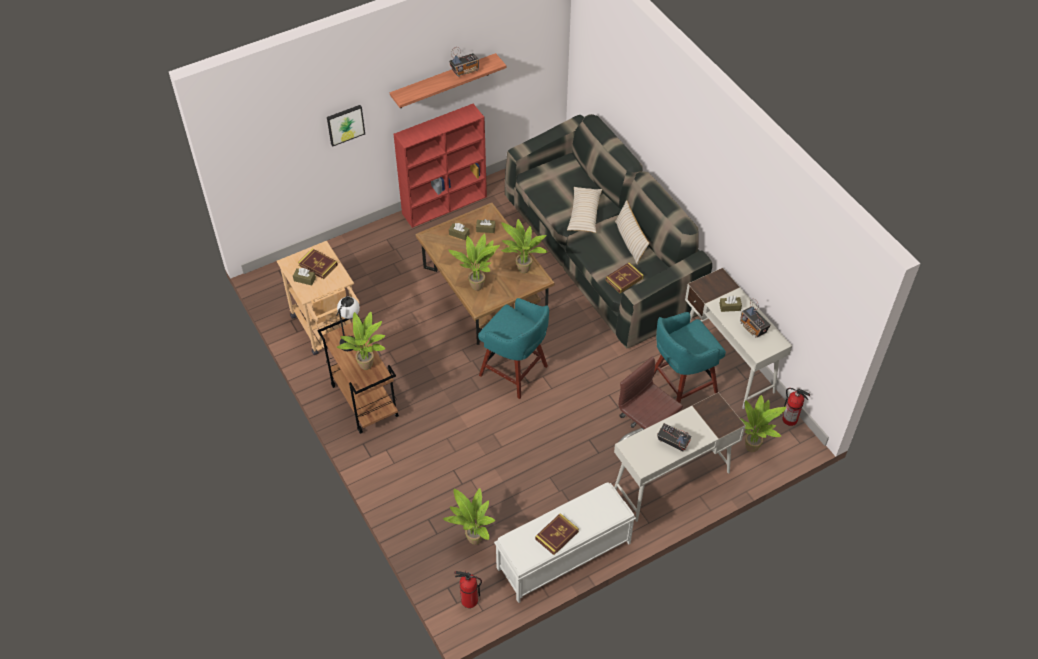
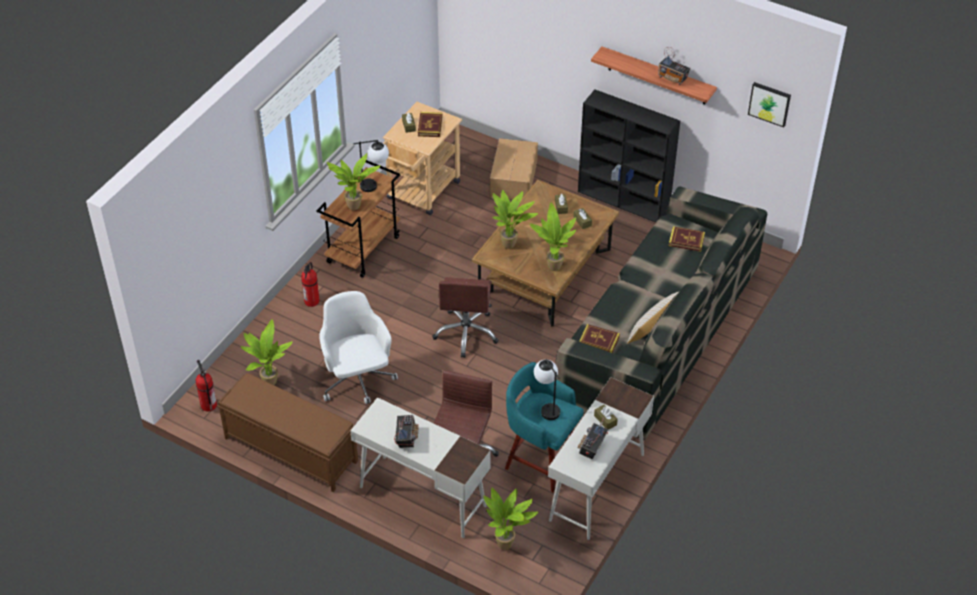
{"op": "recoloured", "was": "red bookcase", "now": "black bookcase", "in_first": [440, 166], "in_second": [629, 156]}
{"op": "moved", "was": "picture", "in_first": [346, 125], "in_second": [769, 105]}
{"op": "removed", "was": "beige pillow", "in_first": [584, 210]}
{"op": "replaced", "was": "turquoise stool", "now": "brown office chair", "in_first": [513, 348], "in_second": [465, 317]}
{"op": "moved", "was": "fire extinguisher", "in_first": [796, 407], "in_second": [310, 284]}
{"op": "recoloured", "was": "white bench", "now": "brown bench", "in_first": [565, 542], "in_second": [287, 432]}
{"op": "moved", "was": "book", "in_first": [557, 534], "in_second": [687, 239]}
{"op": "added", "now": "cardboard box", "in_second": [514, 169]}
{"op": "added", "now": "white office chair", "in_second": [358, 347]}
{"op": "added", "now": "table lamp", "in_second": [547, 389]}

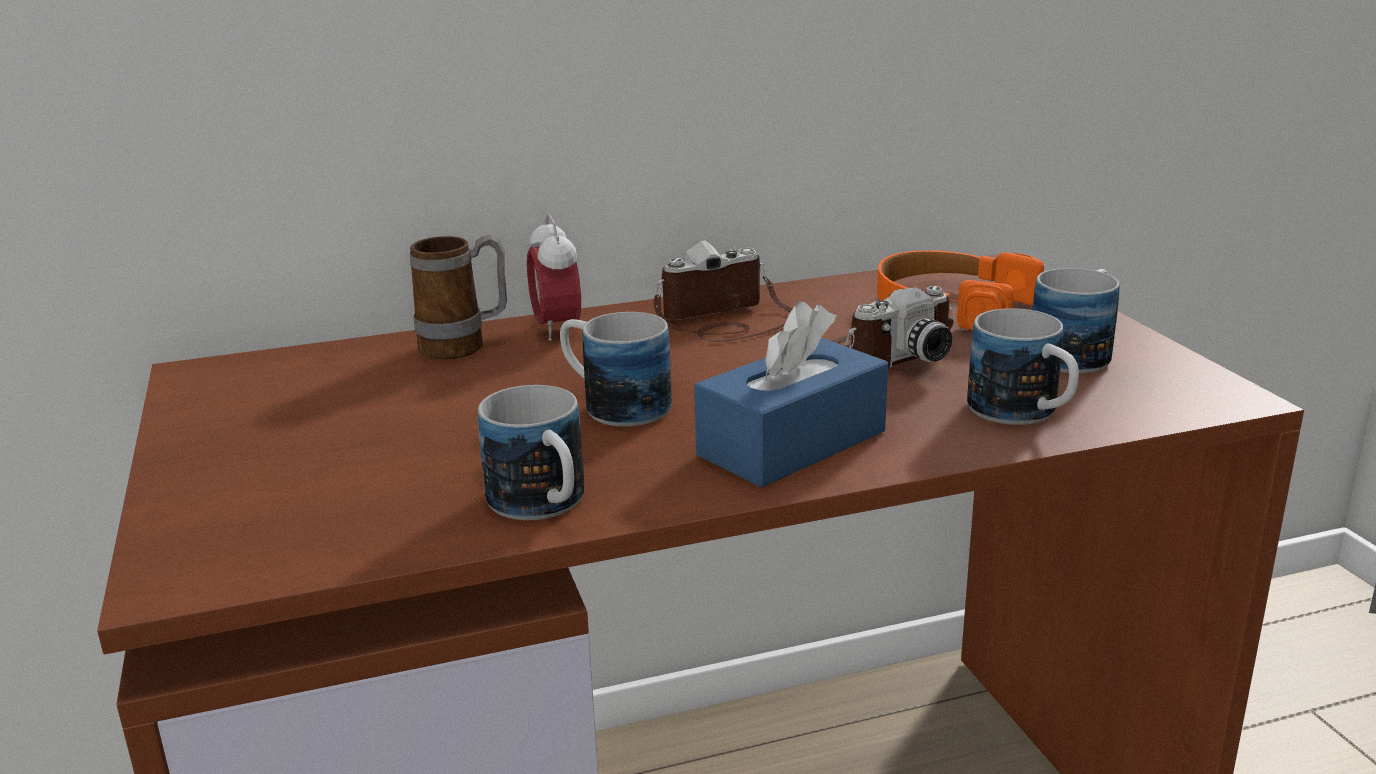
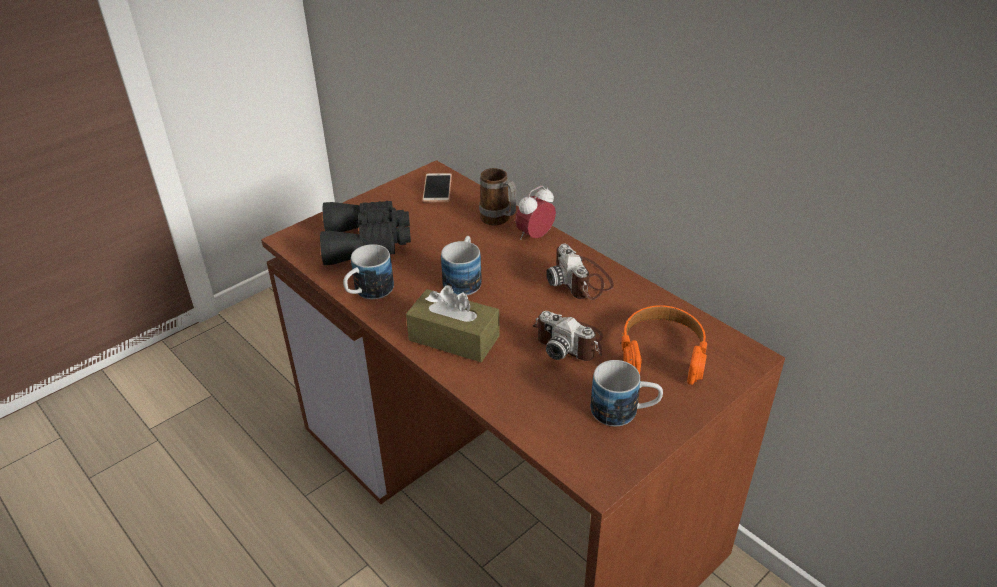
{"op": "turned", "was": "photo camera", "in_first": [722, 291], "in_second": [580, 272], "clockwise": -150}
{"op": "recoloured", "was": "blue tissue box", "now": "brown tissue box", "in_first": [791, 394], "in_second": [453, 323]}
{"op": "removed", "was": "mug", "in_first": [1023, 366]}
{"op": "added", "now": "phone", "in_second": [437, 187]}
{"op": "added", "now": "black binoculars", "in_second": [365, 233]}

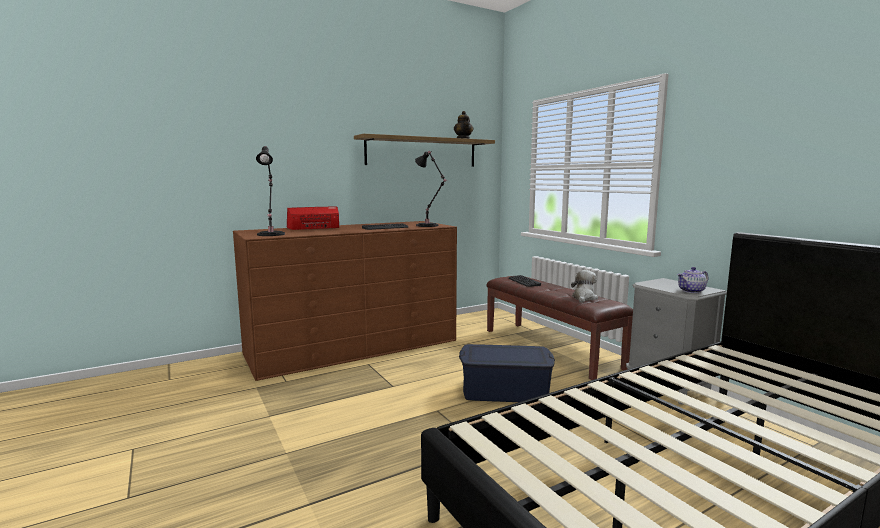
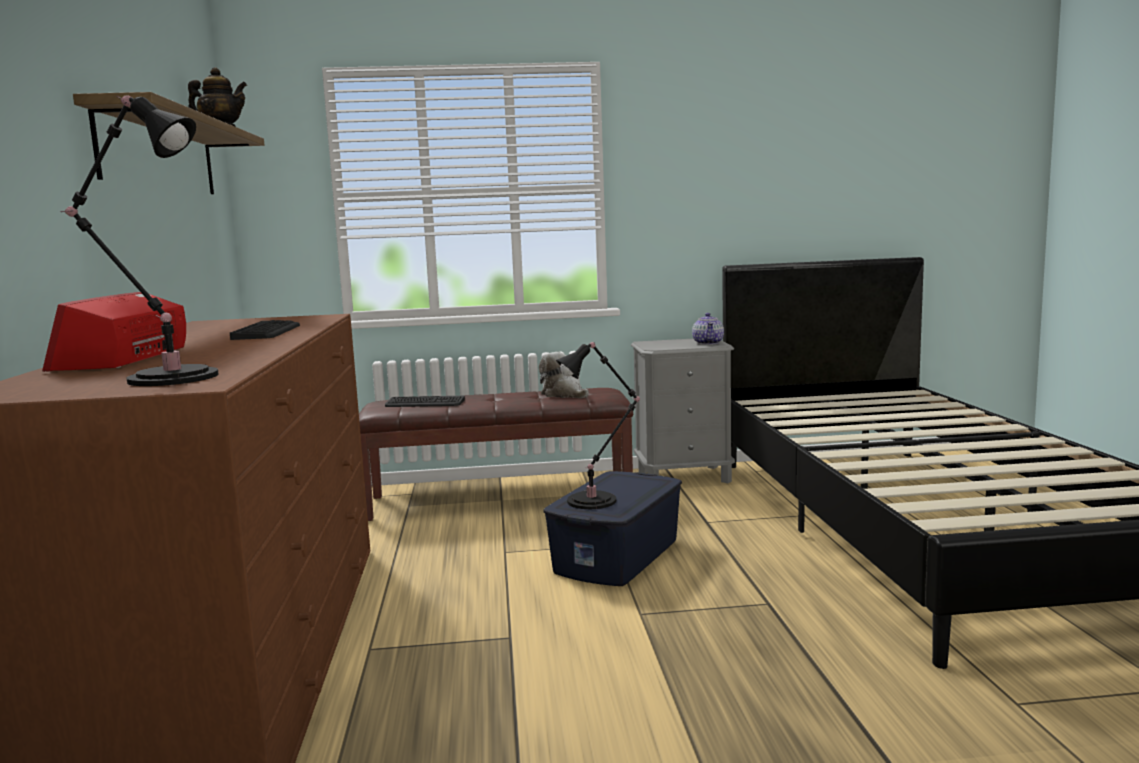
{"op": "moved", "was": "black table lamp", "in_first": [431, 189], "in_second": [598, 425]}

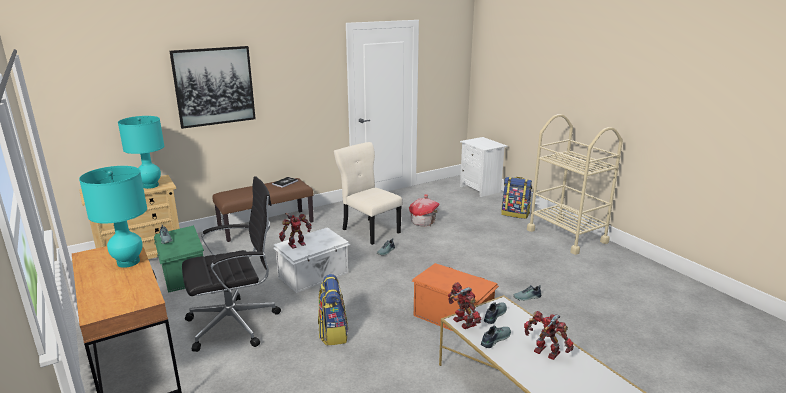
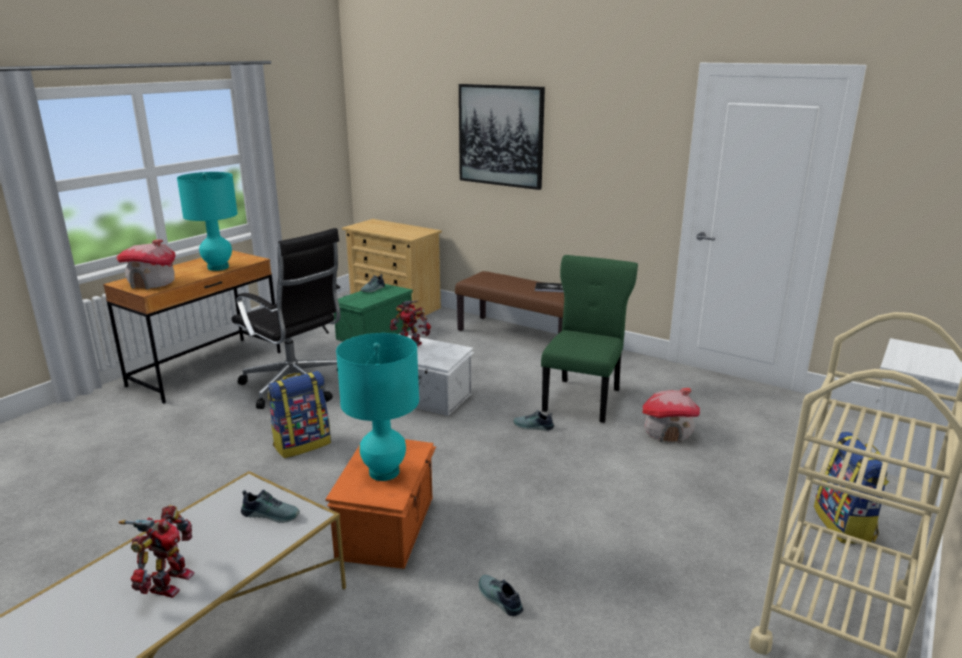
{"op": "moved", "was": "turquoise table lamp", "in_first": [141, 152], "in_second": [377, 407]}
{"op": "recoloured", "was": "beige chair", "now": "green chair", "in_first": [368, 193], "in_second": [589, 339]}
{"op": "removed", "was": "toy robot", "in_first": [465, 305]}
{"op": "removed", "was": "shoe", "in_first": [496, 336]}
{"op": "added", "now": "toy house", "in_second": [146, 265]}

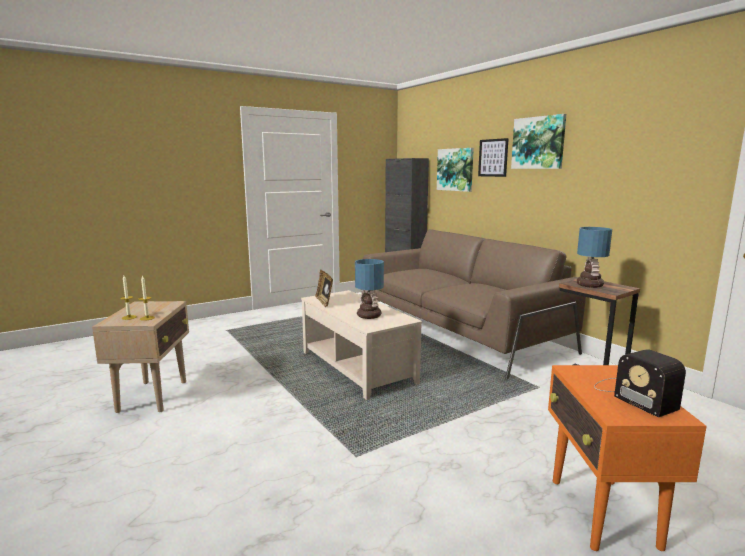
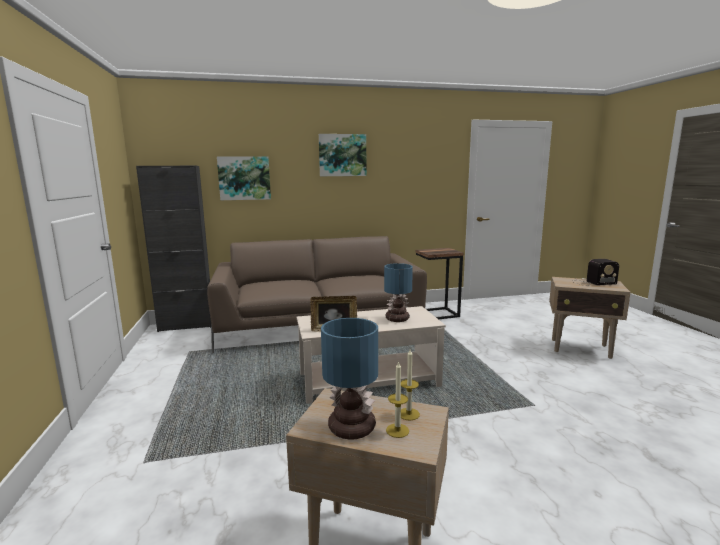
{"op": "removed", "was": "picture", "in_first": [493, 157]}
{"op": "moved", "was": "table lamp", "in_first": [594, 257], "in_second": [349, 379]}
{"op": "recoloured", "was": "orange side table", "now": "beige side table", "in_first": [627, 458], "in_second": [590, 318]}

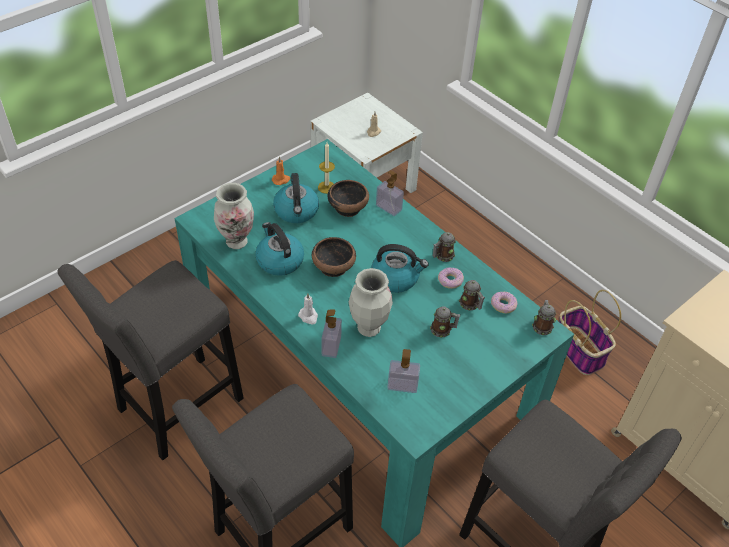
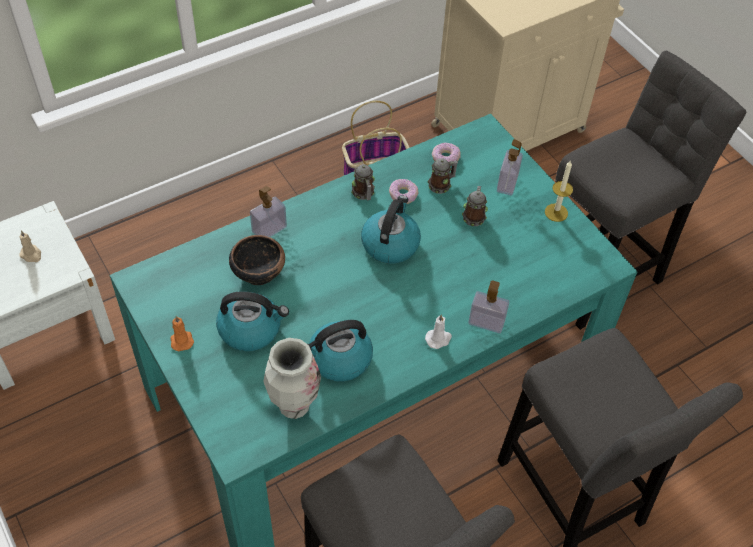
{"op": "moved", "was": "candle", "in_first": [326, 168], "in_second": [559, 191]}
{"op": "removed", "was": "bowl", "in_first": [334, 257]}
{"op": "removed", "was": "vase", "in_first": [371, 302]}
{"op": "removed", "was": "mug", "in_first": [544, 317]}
{"op": "moved", "was": "soap dispenser", "in_first": [403, 371], "in_second": [510, 167]}

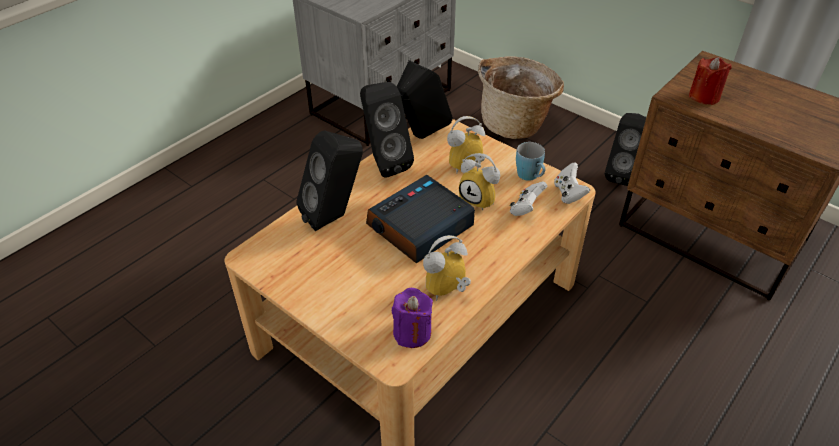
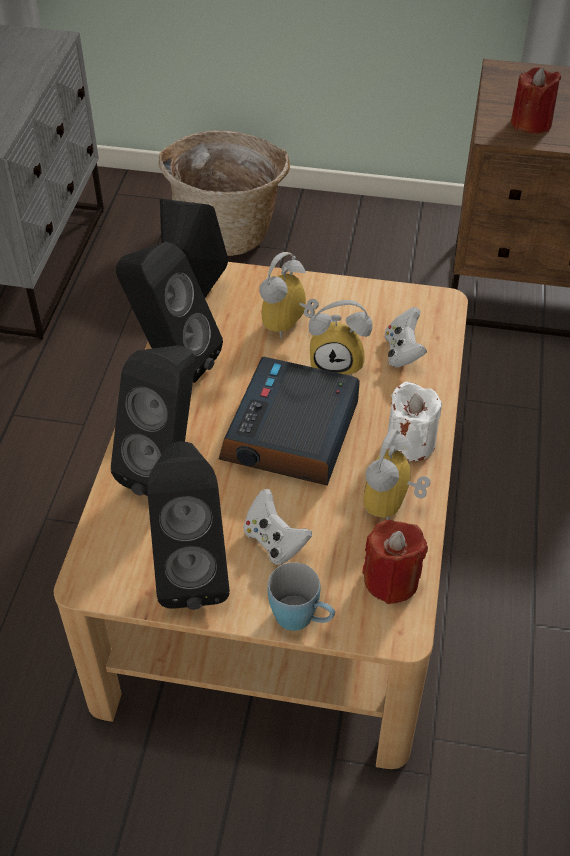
{"op": "moved", "was": "black speaker", "in_first": [625, 149], "in_second": [188, 525]}
{"op": "moved", "was": "blue mug", "in_first": [530, 161], "in_second": [301, 596]}
{"op": "moved", "was": "white game controller", "in_first": [572, 183], "in_second": [277, 527]}
{"op": "recoloured", "was": "purple candle", "now": "red candle", "in_first": [412, 318], "in_second": [395, 562]}
{"op": "added", "now": "white candle", "in_second": [414, 421]}

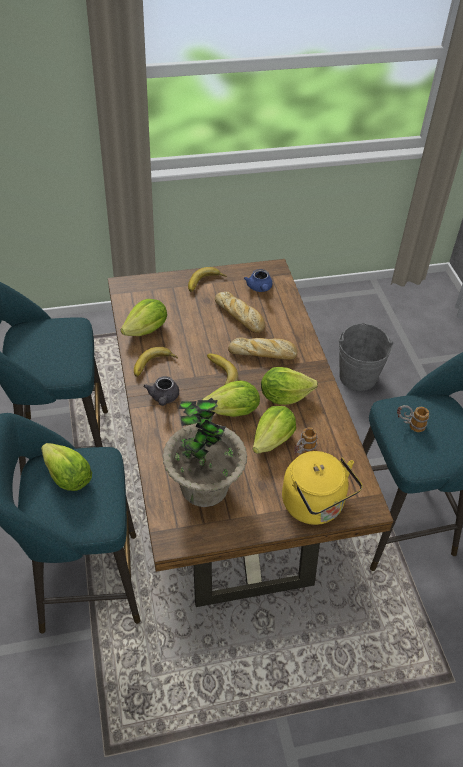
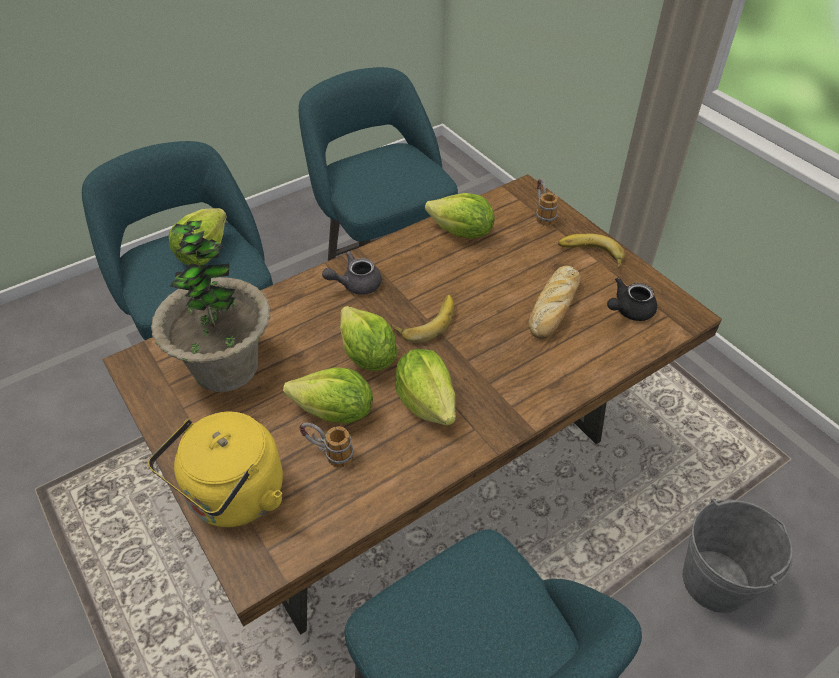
{"op": "recoloured", "was": "blue teapot", "now": "black teapot", "in_first": [258, 280], "in_second": [632, 299]}
{"op": "removed", "was": "bread", "in_first": [262, 349]}
{"op": "removed", "was": "banana", "in_first": [156, 362]}
{"op": "moved", "was": "mug", "in_first": [413, 418], "in_second": [547, 202]}

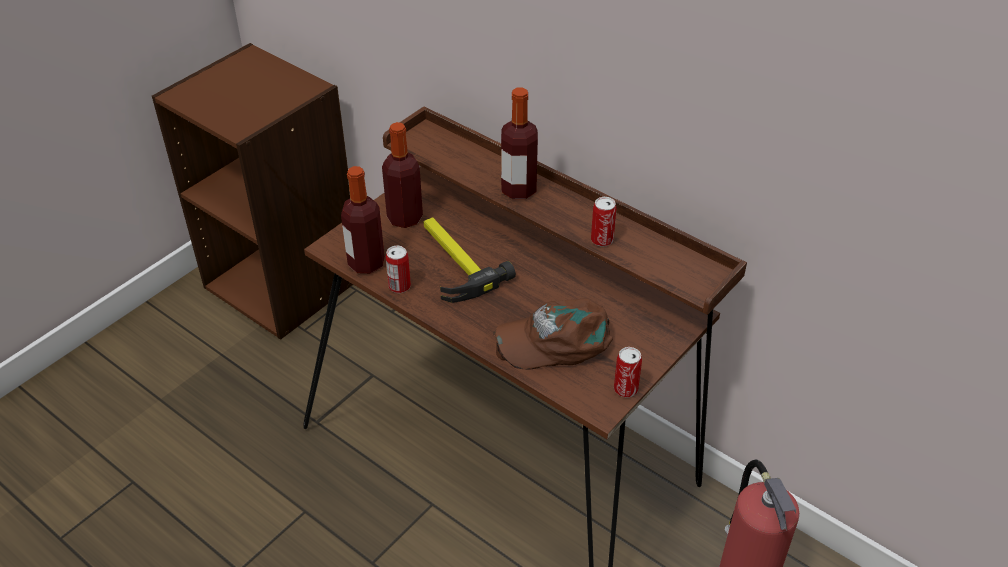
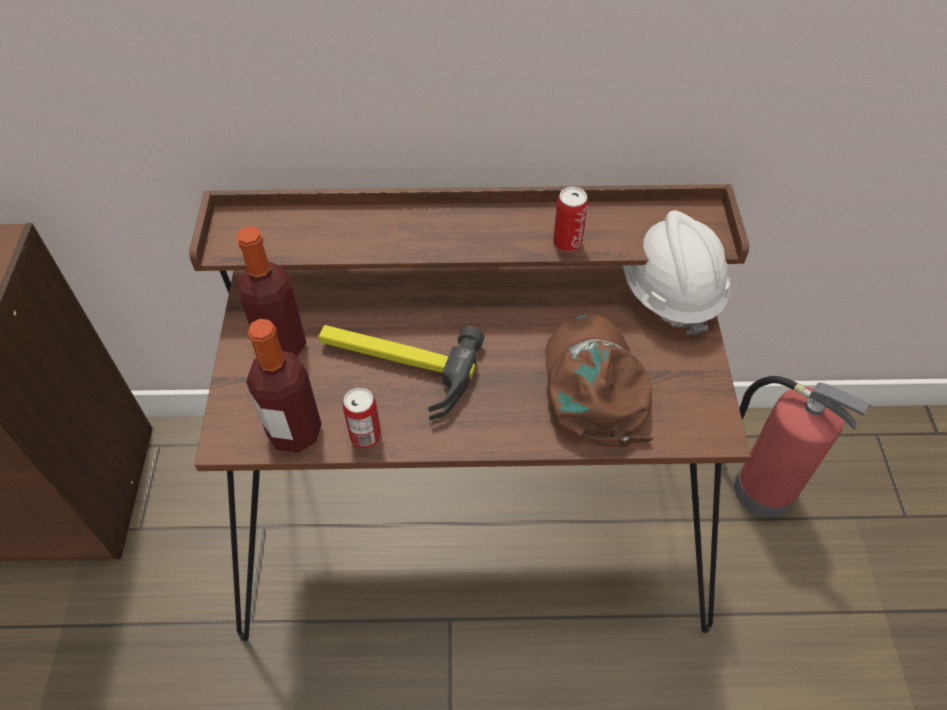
{"op": "removed", "was": "bottle", "in_first": [519, 143]}
{"op": "turned", "was": "brown cap", "in_first": [553, 334], "in_second": [599, 380], "clockwise": 135}
{"op": "removed", "was": "can", "in_first": [628, 372]}
{"op": "added", "now": "white hard hat", "in_second": [676, 272]}

